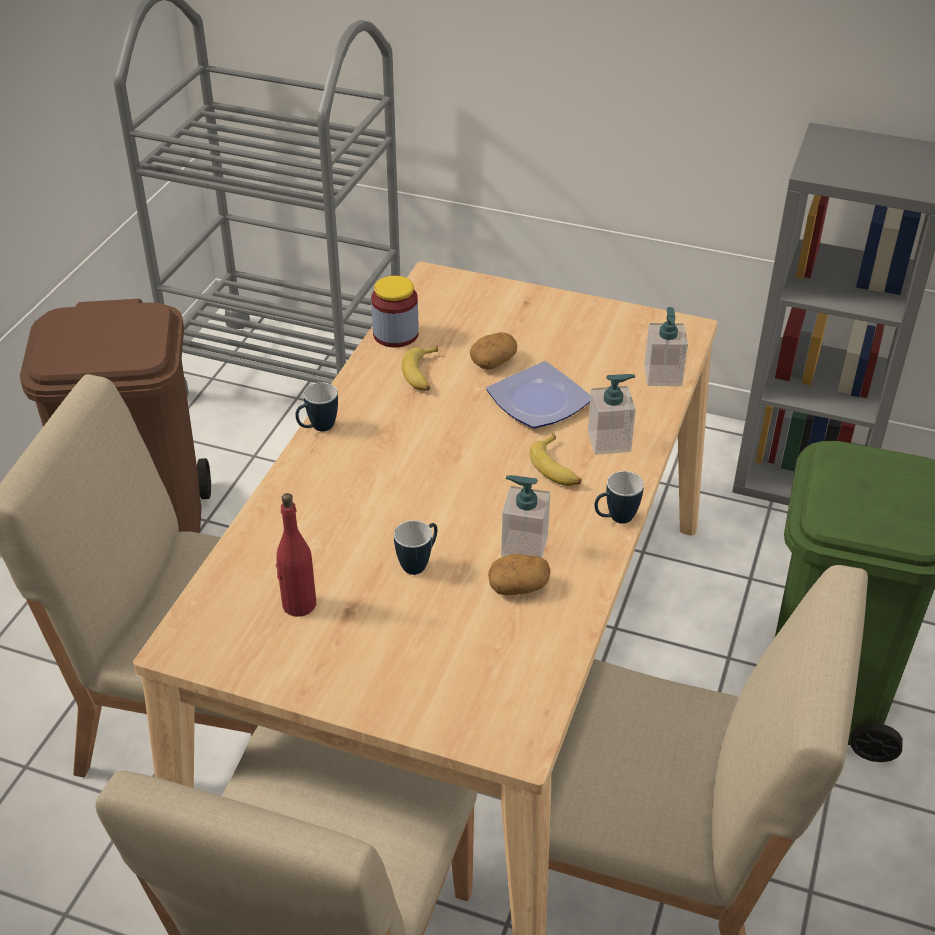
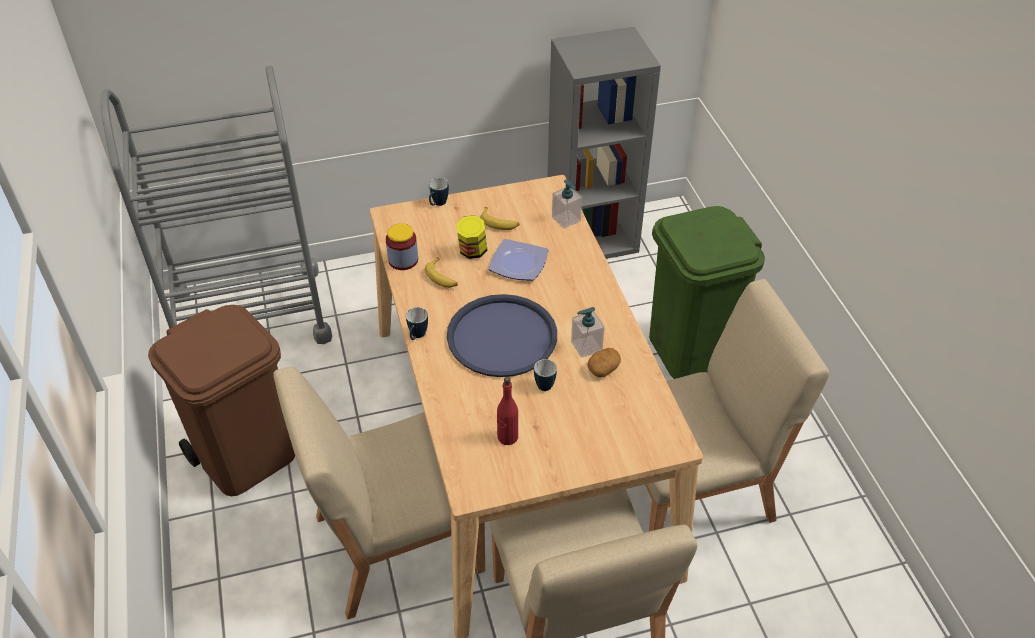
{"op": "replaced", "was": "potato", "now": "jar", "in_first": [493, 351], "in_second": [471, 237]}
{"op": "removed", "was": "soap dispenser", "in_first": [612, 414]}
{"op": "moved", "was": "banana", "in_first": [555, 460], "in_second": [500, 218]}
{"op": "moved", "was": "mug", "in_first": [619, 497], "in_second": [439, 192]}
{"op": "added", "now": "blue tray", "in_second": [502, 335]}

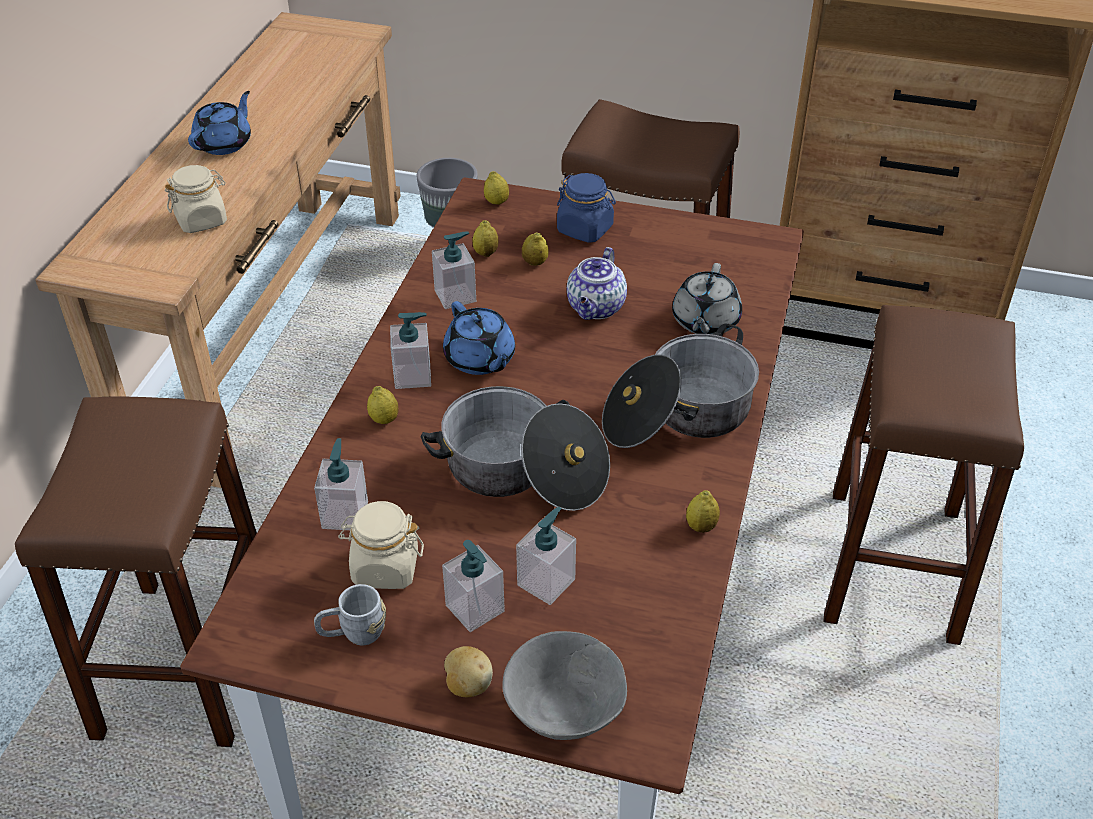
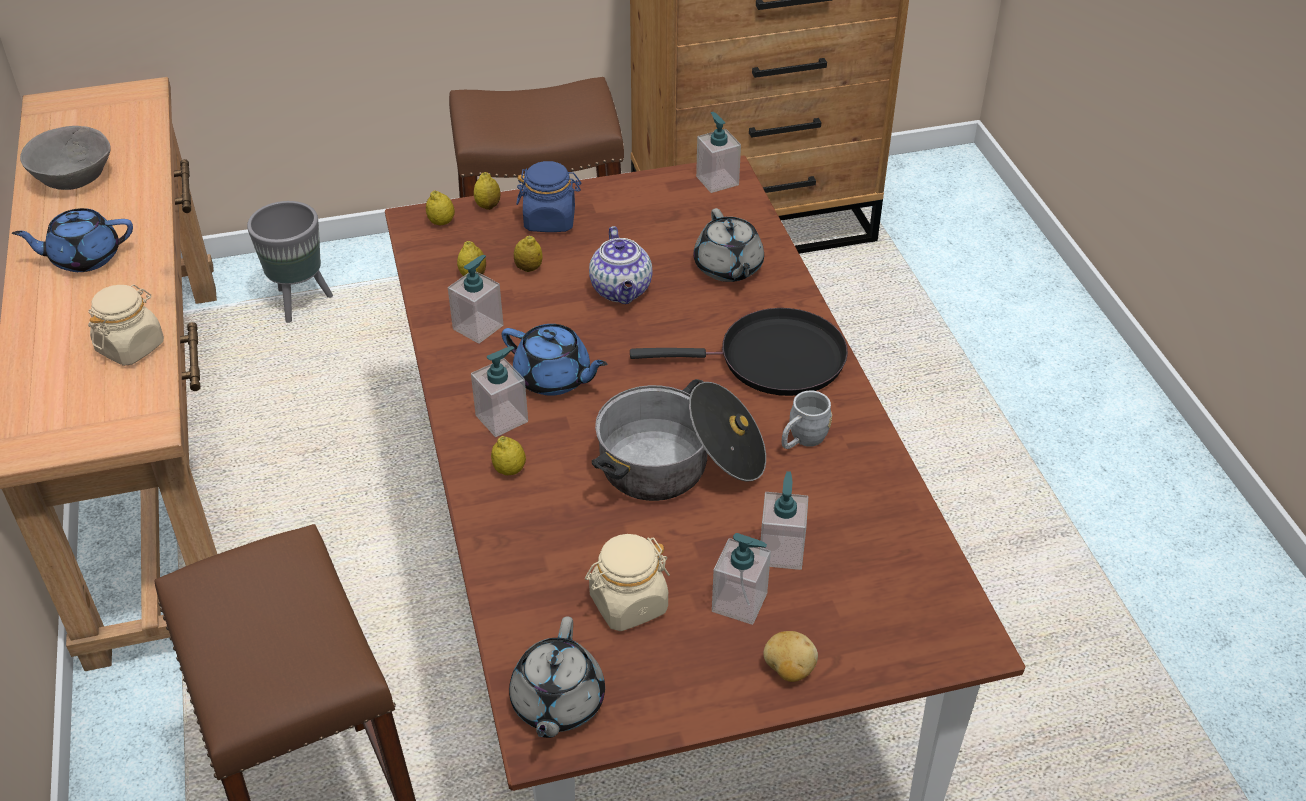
{"op": "turned", "was": "blue teapot", "in_first": [219, 123], "in_second": [72, 240], "clockwise": -105}
{"op": "removed", "was": "brown stool", "in_first": [923, 475]}
{"op": "replaced", "was": "cooking pot", "now": "black frying pan", "in_first": [680, 385], "in_second": [739, 352]}
{"op": "moved", "was": "soap dispenser", "in_first": [341, 484], "in_second": [718, 152]}
{"op": "moved", "was": "lemon", "in_first": [703, 511], "in_second": [487, 191]}
{"op": "moved", "was": "grey mug", "in_first": [350, 614], "in_second": [807, 420]}
{"op": "moved", "was": "grey bowl", "in_first": [564, 685], "in_second": [65, 158]}
{"op": "added", "now": "grey teapot", "in_second": [557, 677]}

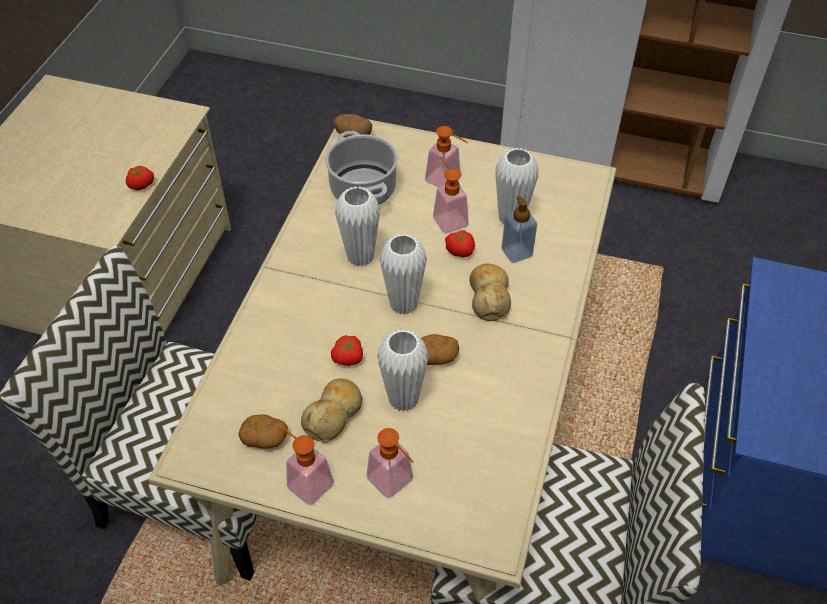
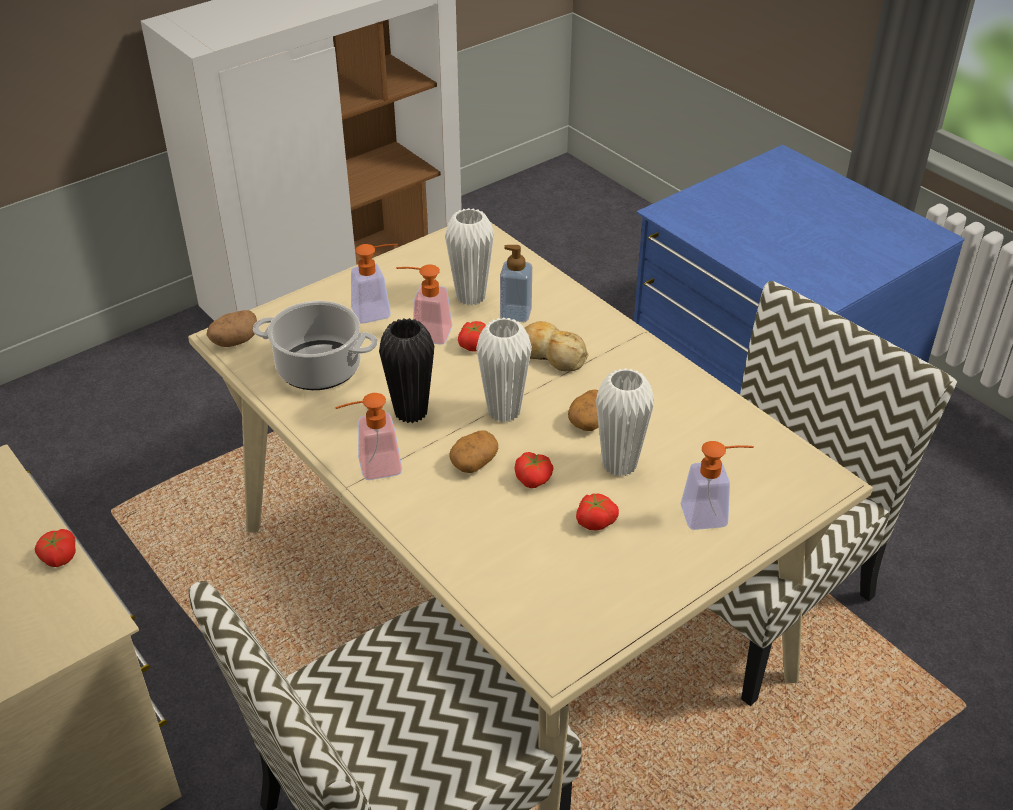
{"op": "recoloured", "was": "white vase", "now": "black vase", "in_first": [357, 226], "in_second": [406, 370]}
{"op": "replaced", "was": "bread", "now": "tomato", "in_first": [331, 410], "in_second": [597, 512]}
{"op": "moved", "was": "potato", "in_first": [263, 431], "in_second": [473, 452]}
{"op": "moved", "was": "soap dispenser", "in_first": [305, 464], "in_second": [368, 436]}

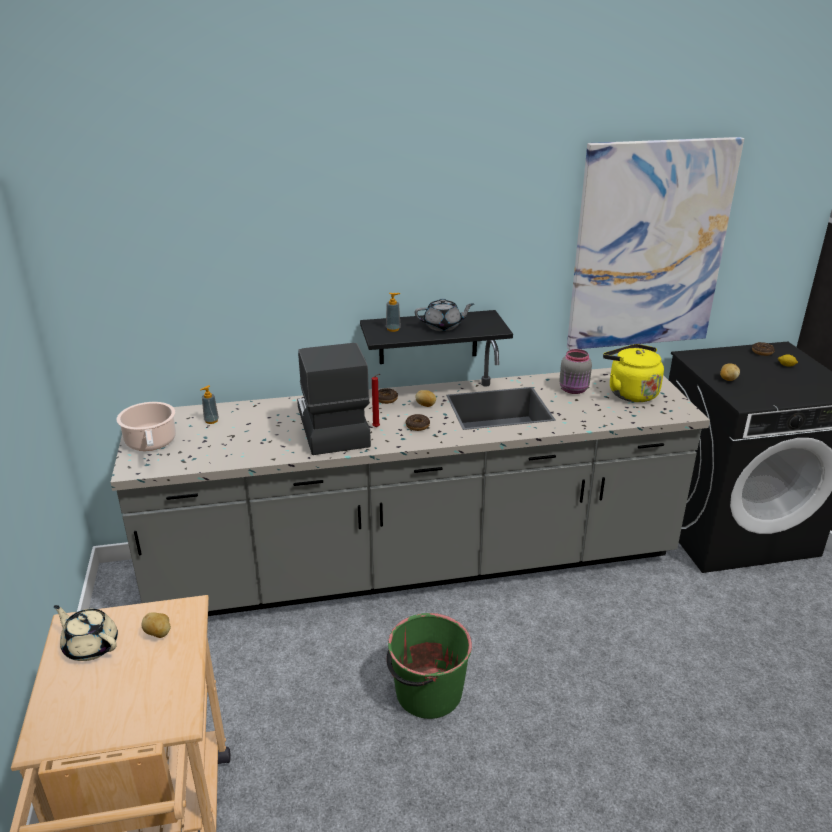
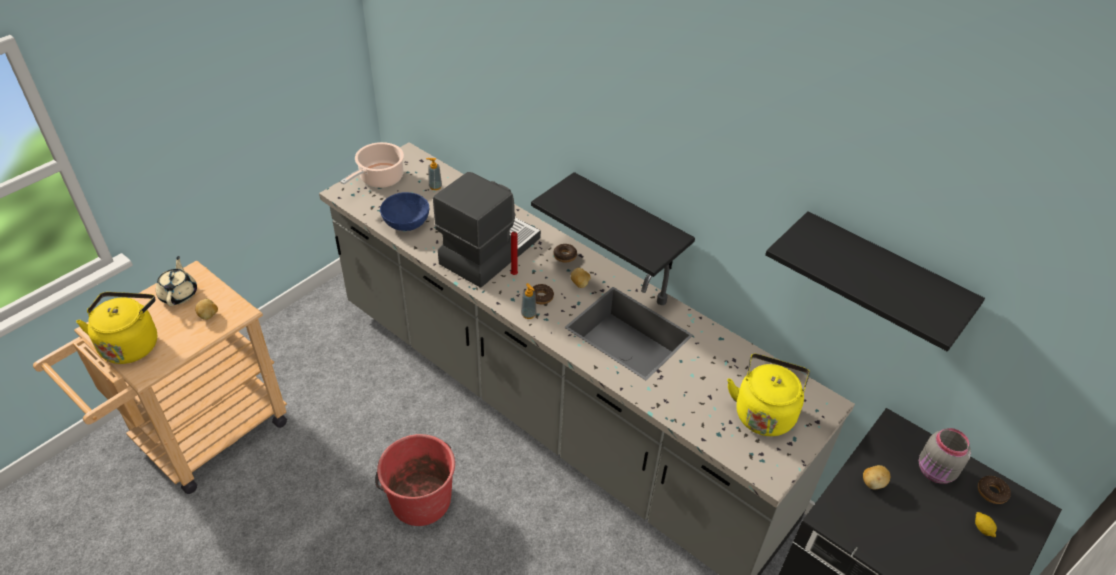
{"op": "replaced", "was": "picture", "now": "black shelf", "in_first": [655, 243], "in_second": [875, 281]}
{"op": "moved", "was": "soap dispenser", "in_first": [393, 312], "in_second": [529, 301]}
{"op": "removed", "was": "grey teapot", "in_first": [444, 314]}
{"op": "moved", "was": "grey jar", "in_first": [575, 371], "in_second": [945, 456]}
{"op": "recoloured", "was": "green bucket", "now": "red bucket", "in_first": [429, 666], "in_second": [415, 480]}
{"op": "added", "now": "blue bowl", "in_second": [404, 211]}
{"op": "added", "now": "yellow kettle", "in_second": [116, 328]}

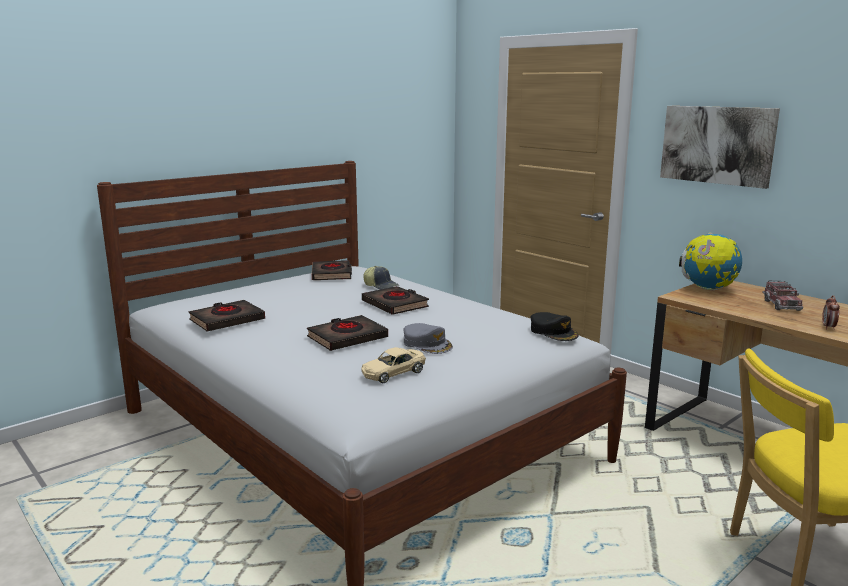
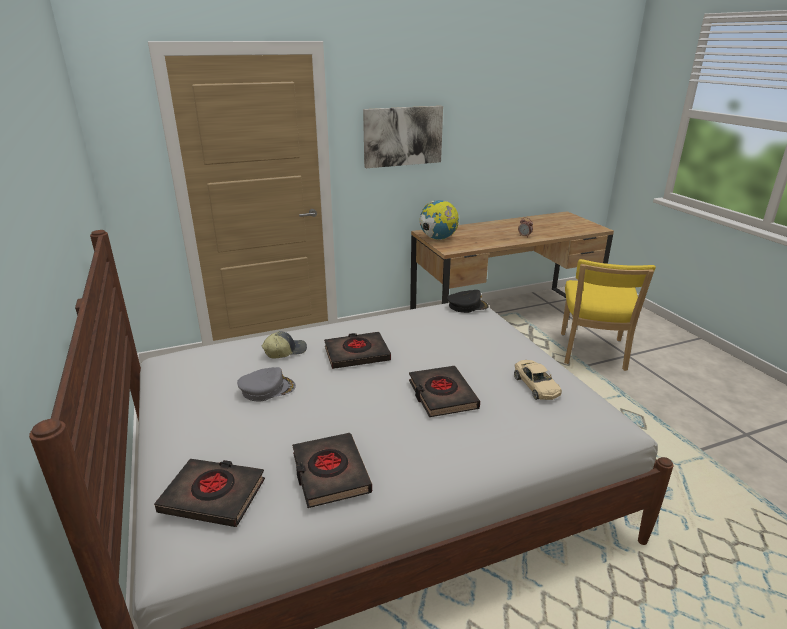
{"op": "moved", "was": "black book", "in_first": [332, 270], "in_second": [209, 493]}
{"op": "removed", "was": "toy truck", "in_first": [782, 296]}
{"op": "moved", "was": "grey cap", "in_first": [428, 338], "in_second": [266, 384]}

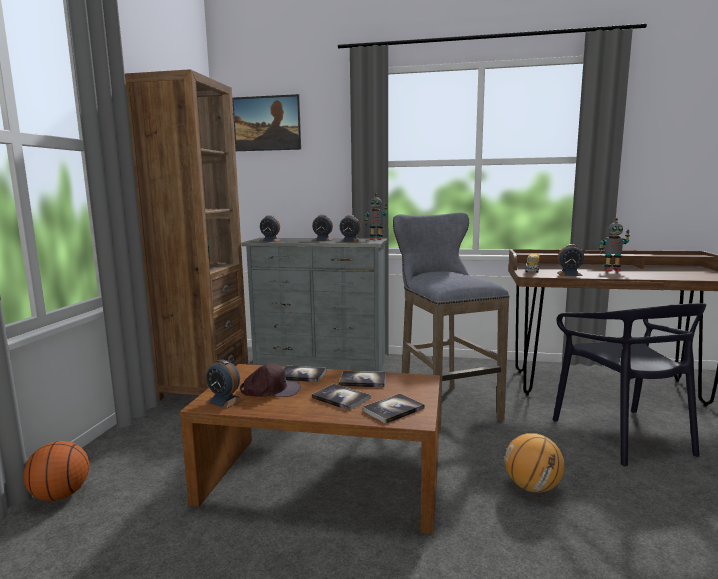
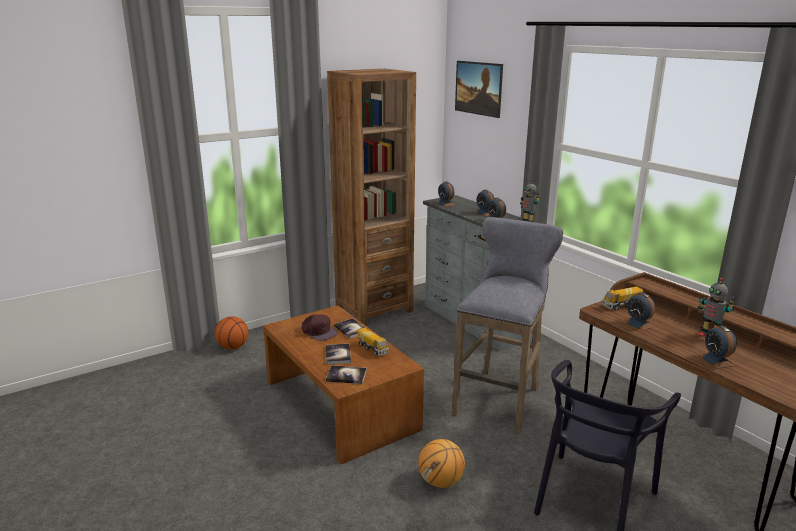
{"op": "moved", "was": "alarm clock", "in_first": [224, 384], "in_second": [718, 347]}
{"op": "replaced", "was": "book", "now": "toy truck", "in_first": [362, 379], "in_second": [373, 342]}

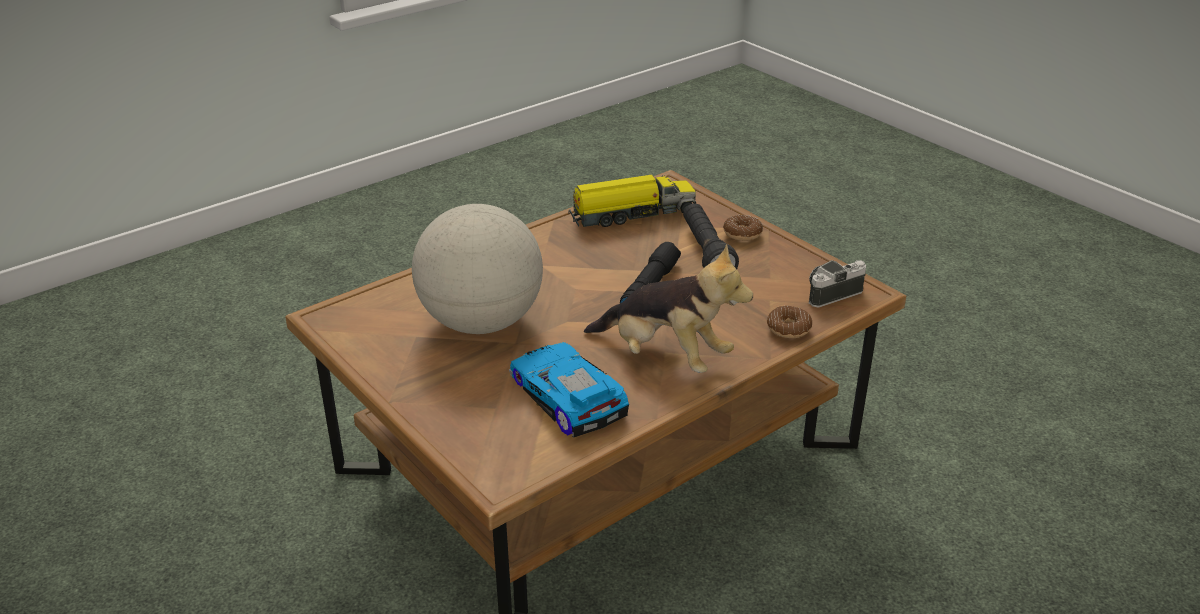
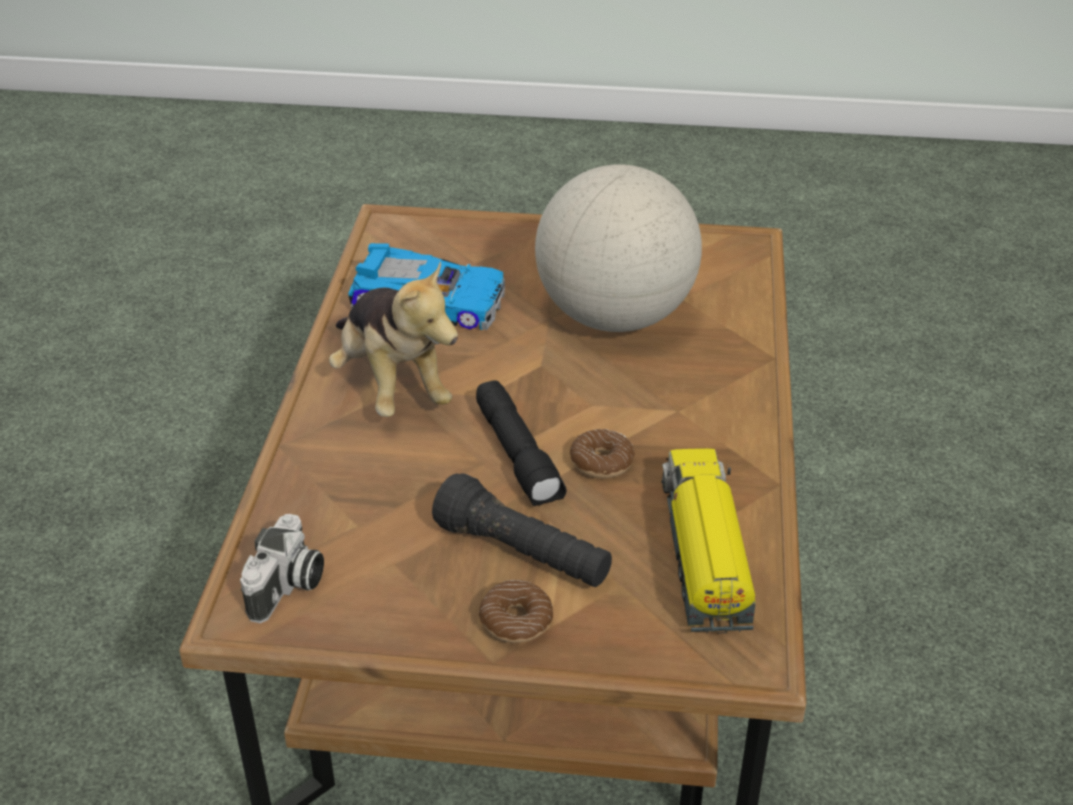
{"op": "turned", "was": "toy truck", "in_first": [632, 201], "in_second": [708, 541], "clockwise": 150}
{"op": "turned", "was": "plush toy", "in_first": [668, 308], "in_second": [393, 339], "clockwise": -105}
{"op": "moved", "was": "donut", "in_first": [789, 322], "in_second": [602, 453]}

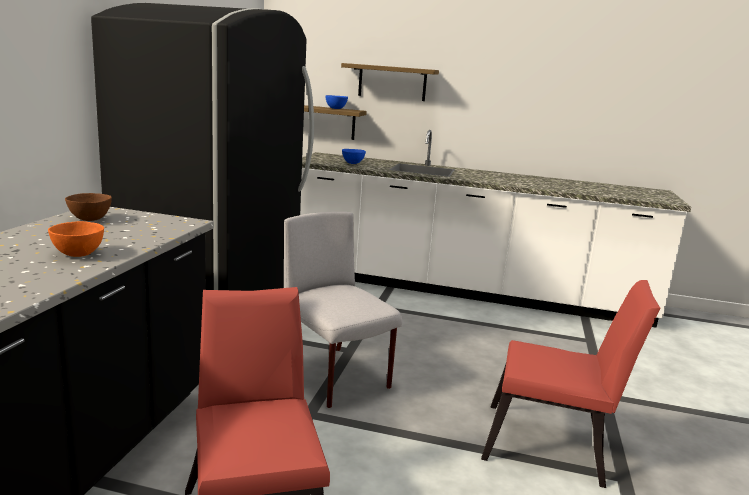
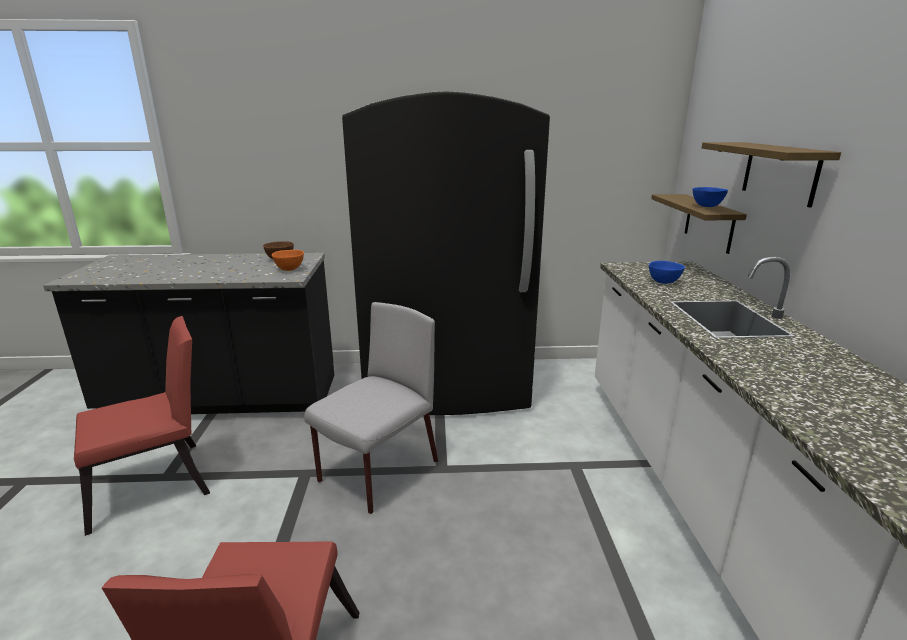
{"op": "moved", "was": "orange bowl", "in_first": [76, 239], "in_second": [288, 260]}

